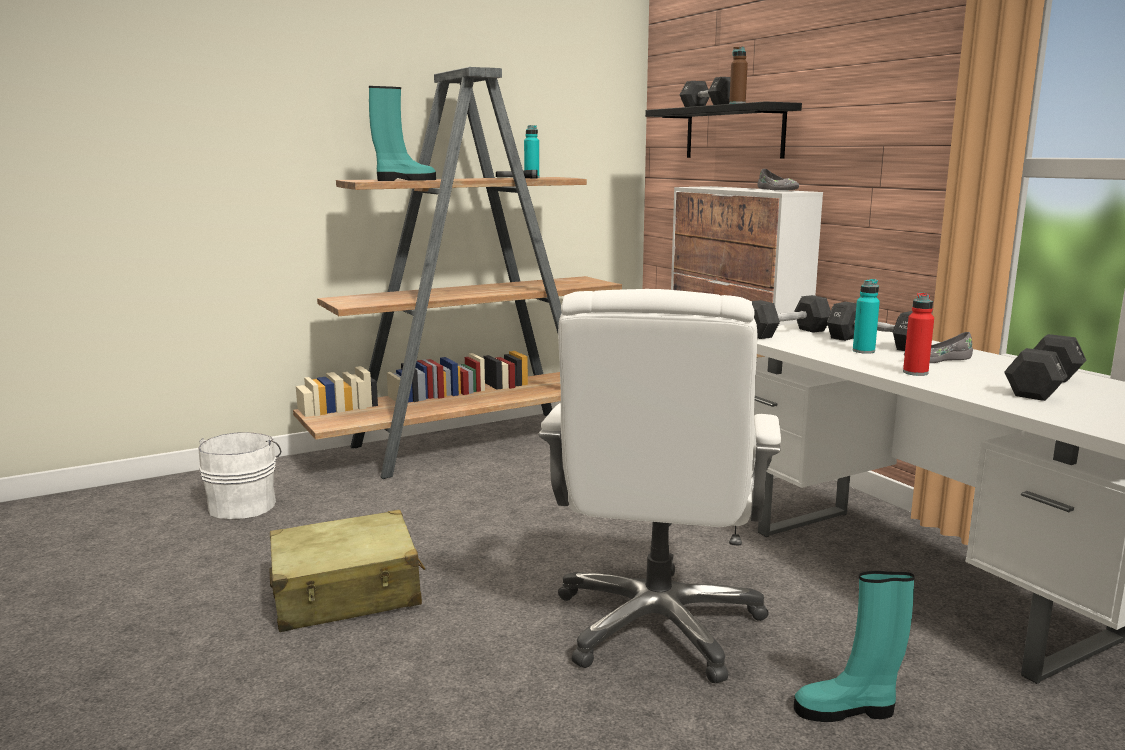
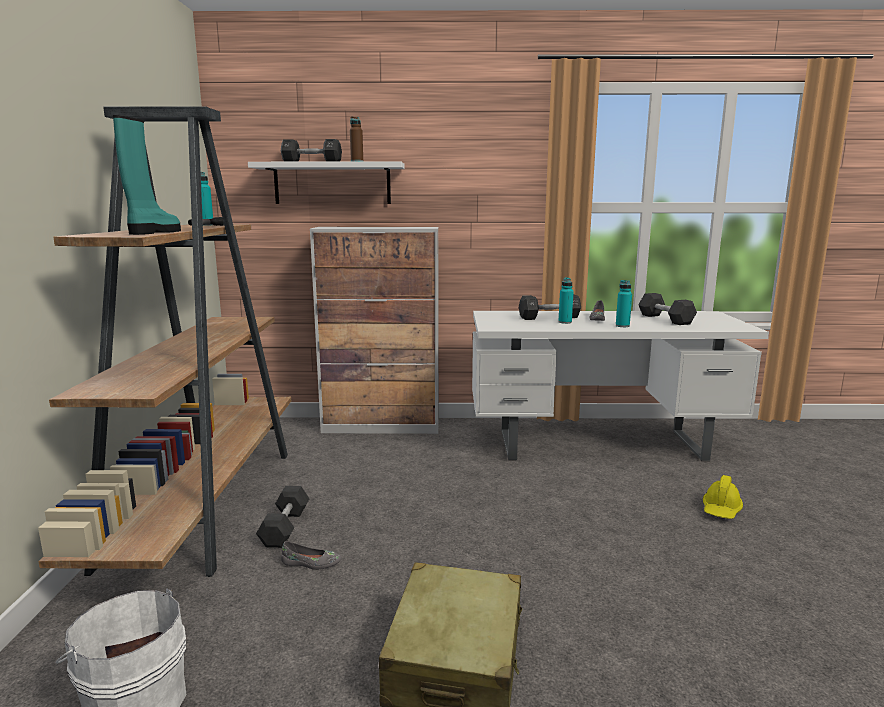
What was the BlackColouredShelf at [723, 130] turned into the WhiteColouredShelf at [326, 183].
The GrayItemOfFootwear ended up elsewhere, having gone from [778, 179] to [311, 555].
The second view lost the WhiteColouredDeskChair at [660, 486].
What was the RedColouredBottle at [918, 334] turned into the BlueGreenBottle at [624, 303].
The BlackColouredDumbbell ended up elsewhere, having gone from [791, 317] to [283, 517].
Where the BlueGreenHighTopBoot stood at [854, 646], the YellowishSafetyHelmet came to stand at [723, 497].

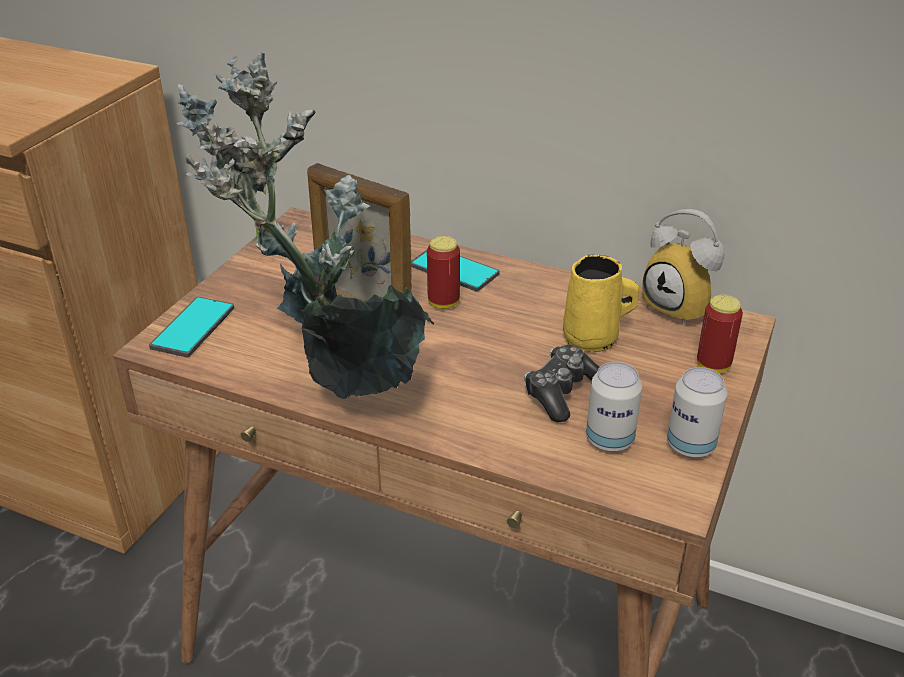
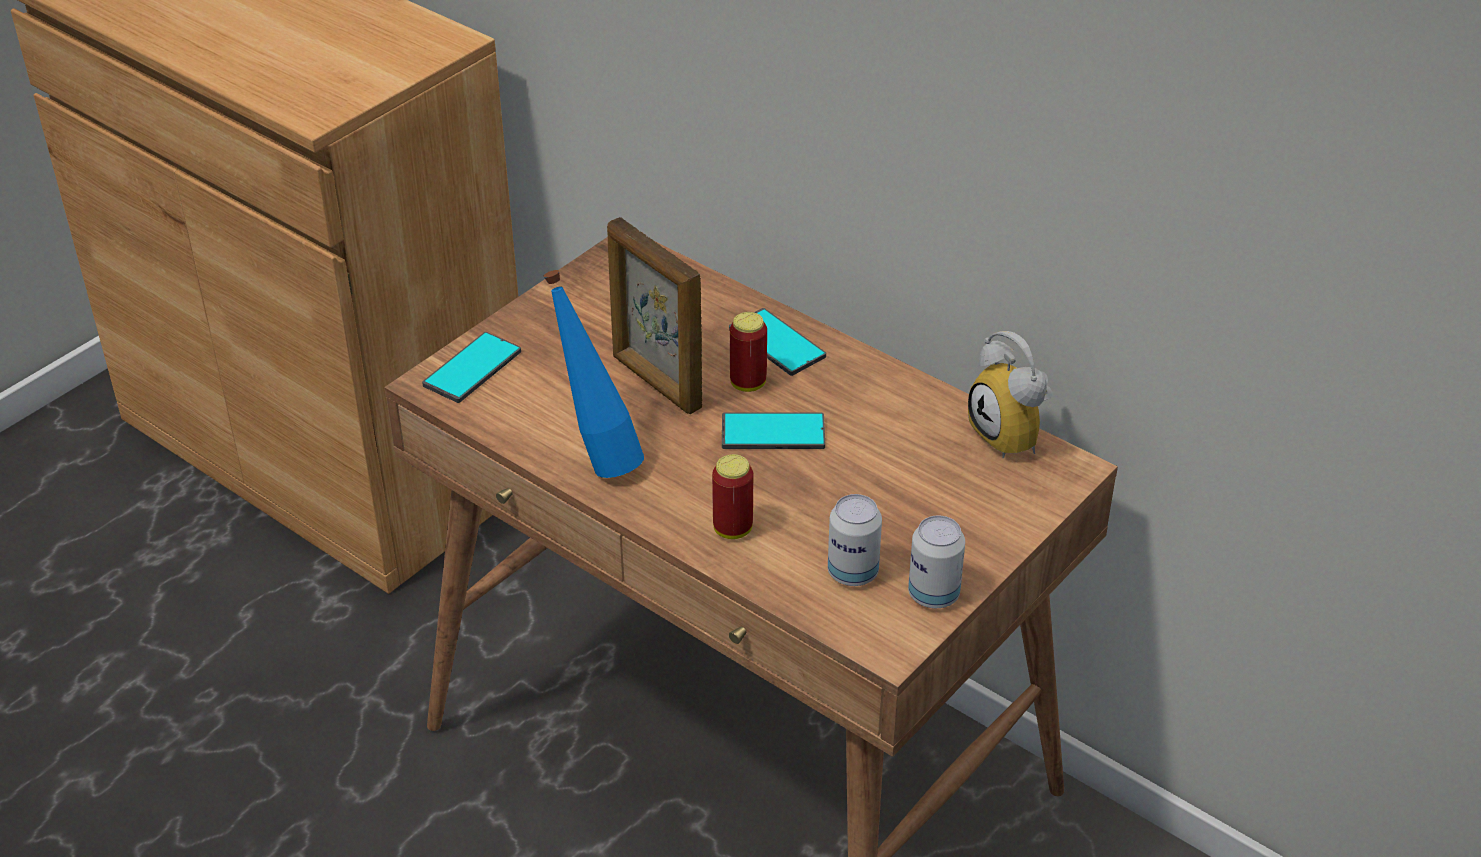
Where the PlantInAPot stood at [305, 225], the BlueColouredBottle came to stand at [594, 374].
The second view lost the YellowishCoffeeMug at [601, 303].
The Can ended up elsewhere, having gone from [720, 334] to [732, 496].
The second view lost the Gamepad at [561, 383].
The second view gained the Phone at [773, 431].

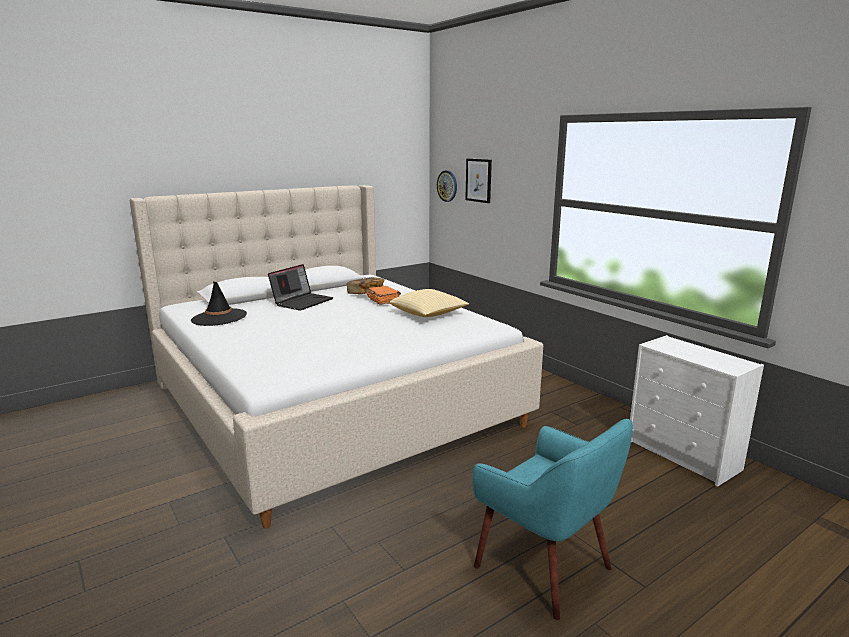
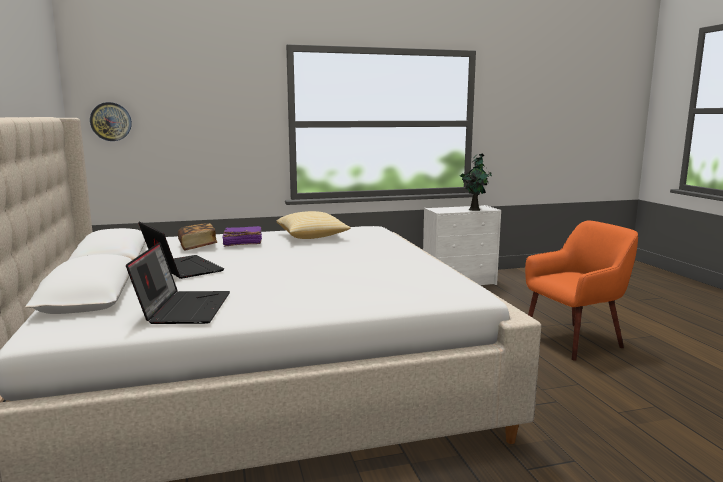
The second view lost the WallPicture at [478, 180].
Where the BlackColouredClothingHat stood at [219, 303], the Laptop came to stand at [178, 283].
What was the OrangeColouredBoundBook at [384, 295] turned into the PurplishBoundBook at [242, 236].
What was the BlueGreenEasyChair at [552, 519] turned into the OrangeColouredEasyChair at [581, 291].
The second view gained the PlantInAPot at [476, 182].

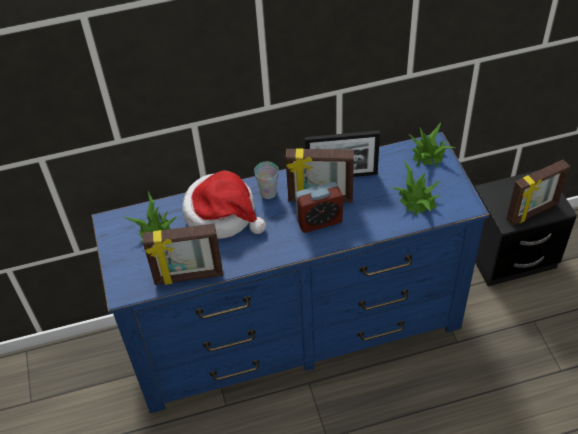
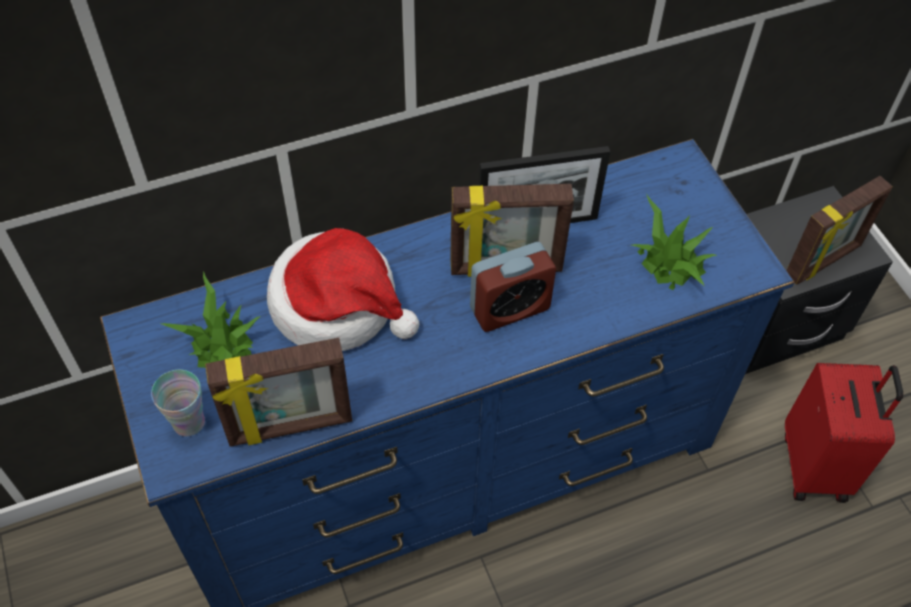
The second view lost the PlantInAPot at [432, 145].
The Cup ended up elsewhere, having gone from [266, 180] to [178, 403].
The second view gained the RedColouredPieceOfLuggage at [844, 433].

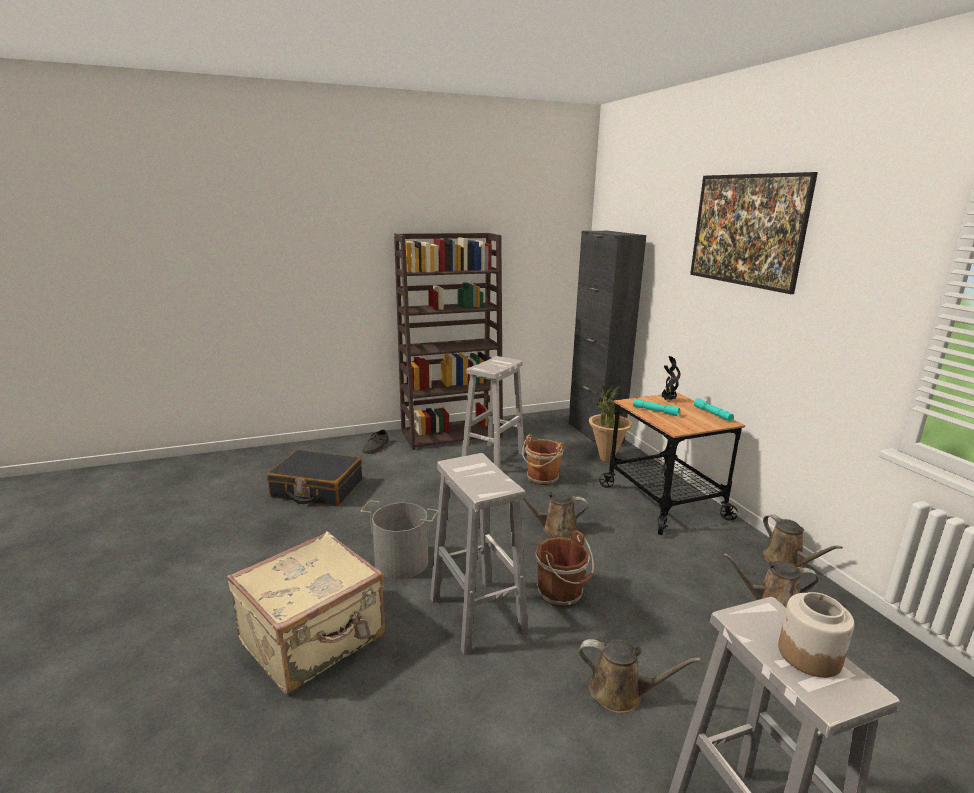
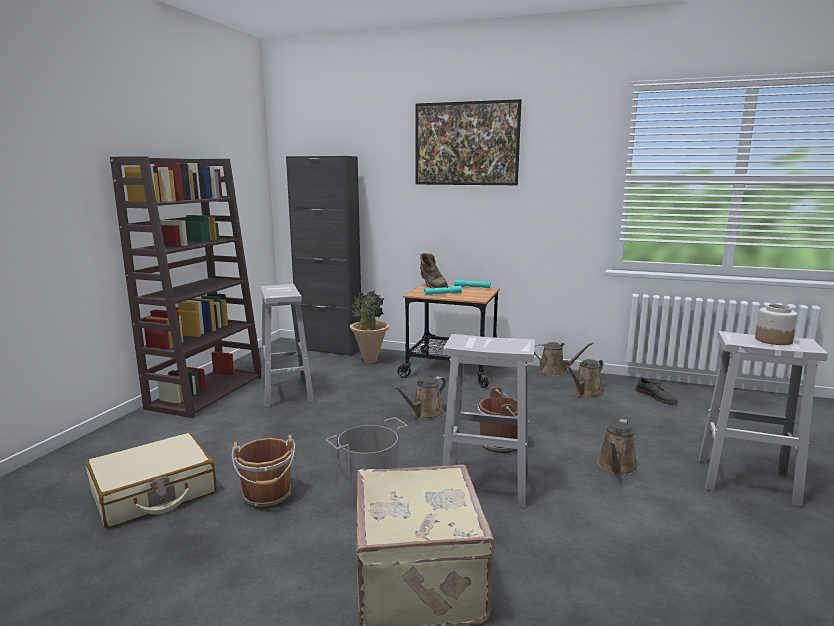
Where the PlantInAPot stood at [671, 378], the BrownHighTopBoot came to stand at [434, 271].
The GrayItemOfFootwear ended up elsewhere, having gone from [376, 441] to [656, 391].
The BrownPail ended up elsewhere, having gone from [543, 459] to [263, 472].
What was the BlackColouredPieceOfLuggage at [314, 478] turned into the BeigePieceOfLuggage at [151, 480].
The BrownSprinklingCan at [640, 676] ended up facing another way, 150 degrees clockwise from before.

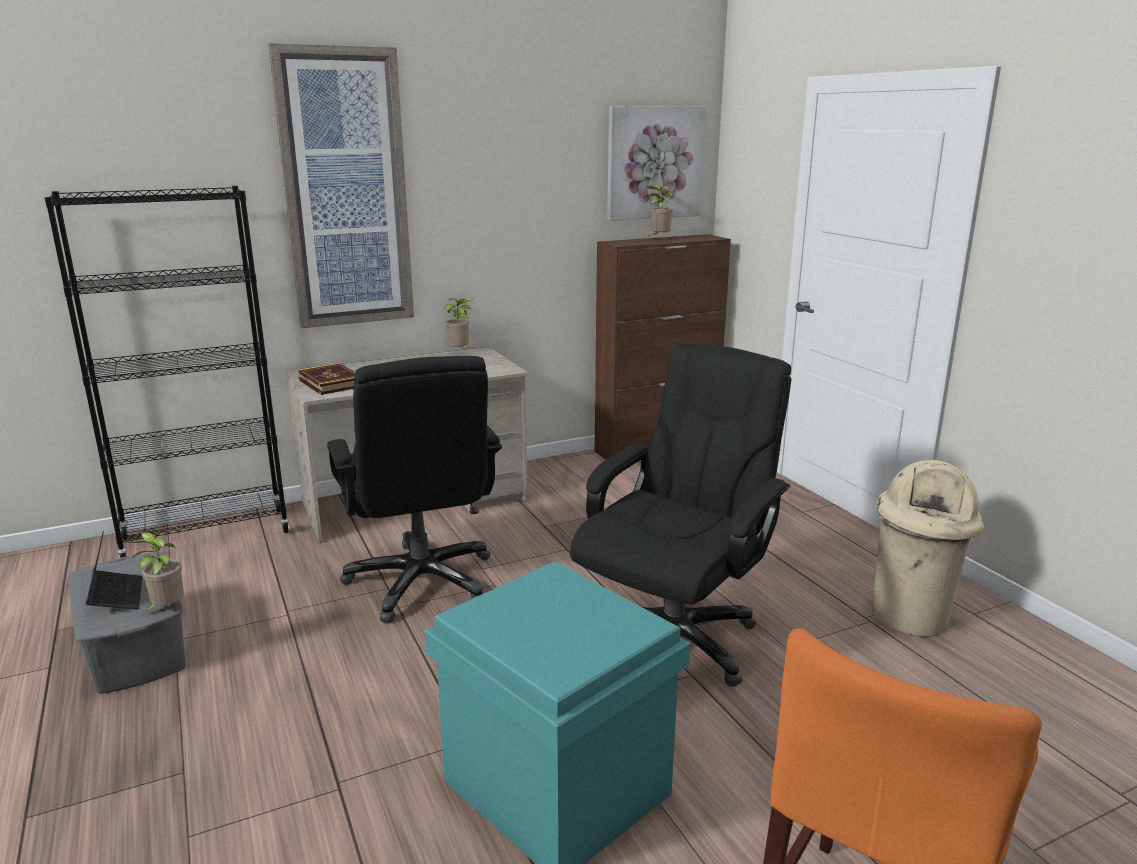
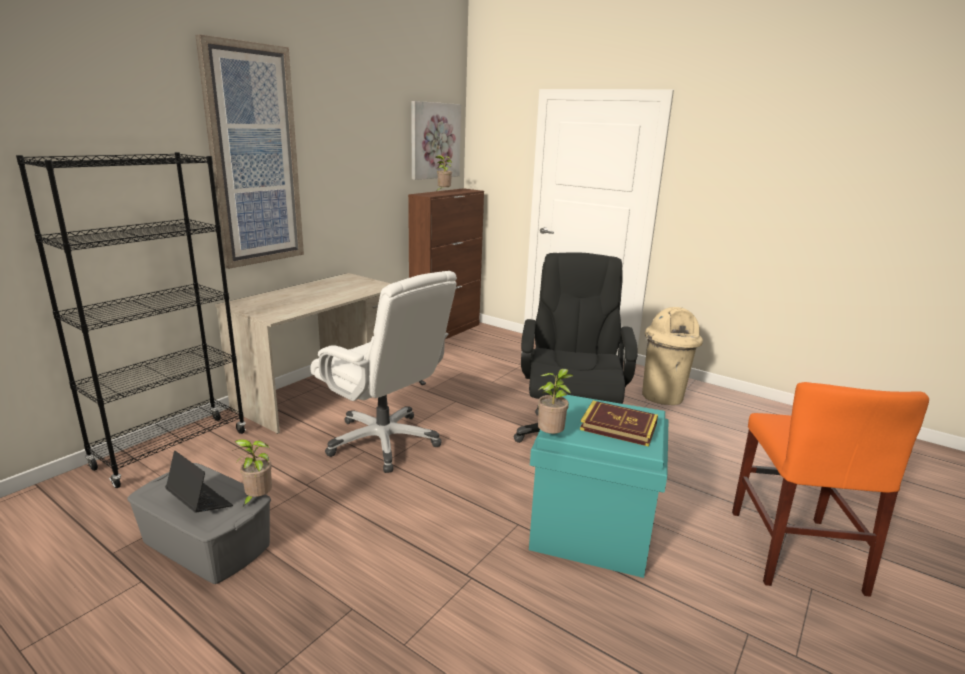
The PlantInAPot ended up elsewhere, having gone from [458, 323] to [555, 401].
What was the BlackColouredDeskChair at [414, 489] turned into the WhiteColouredDeskChair at [383, 372].
The BoundBook ended up elsewhere, having gone from [326, 379] to [619, 424].

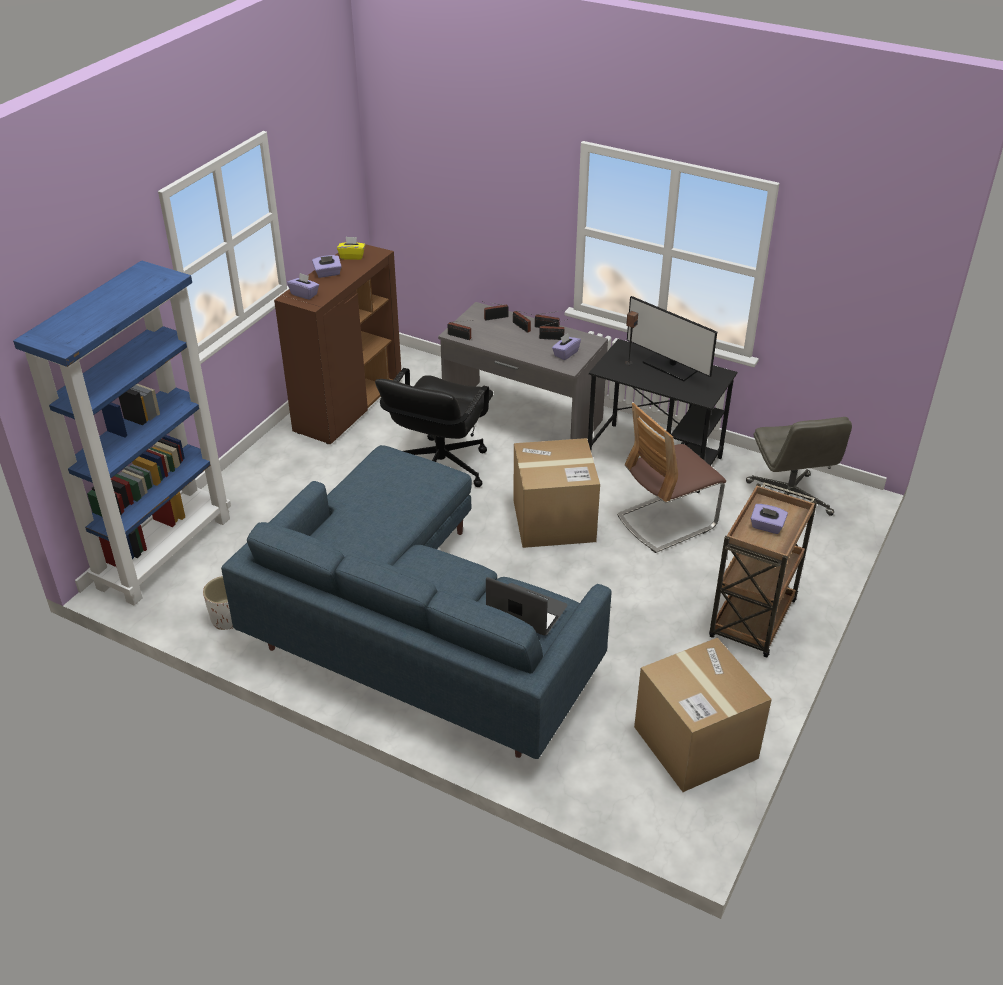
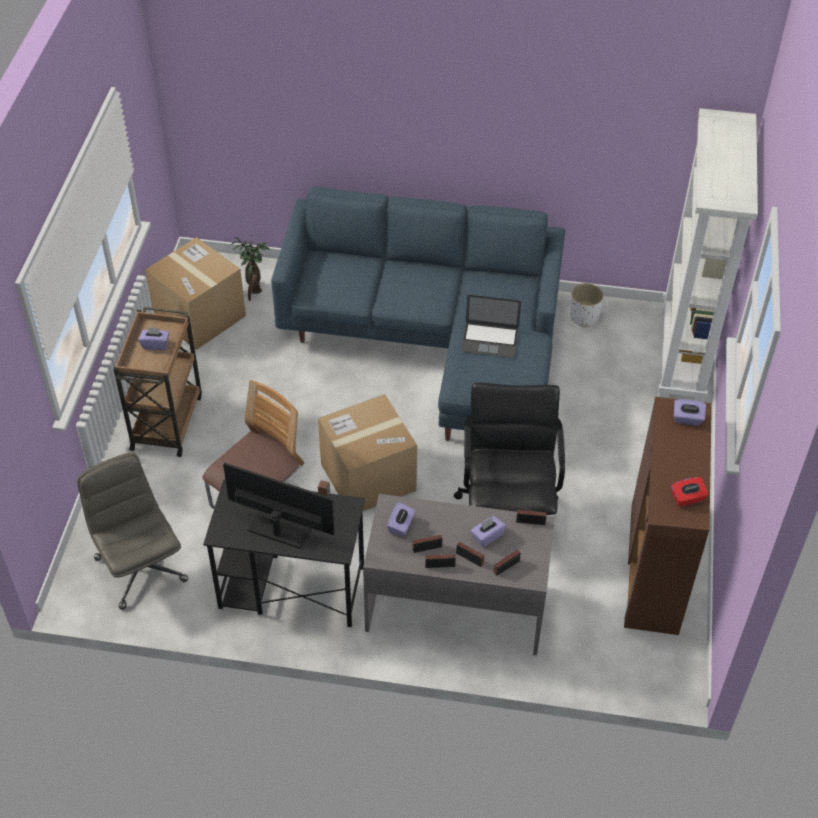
What was the YellowishTissueHolder at [351, 248] turned into the RedColouredTissueHolder at [689, 492].
The PurplishTissueHolder ended up elsewhere, having gone from [327, 266] to [488, 531].
What was the BlueColouredBookshelf at [122, 433] turned into the WhiteColouredBookshelf at [708, 255].
The Laptop ended up elsewhere, having gone from [526, 606] to [491, 326].
The second view gained the PlantInAPot at [250, 269].

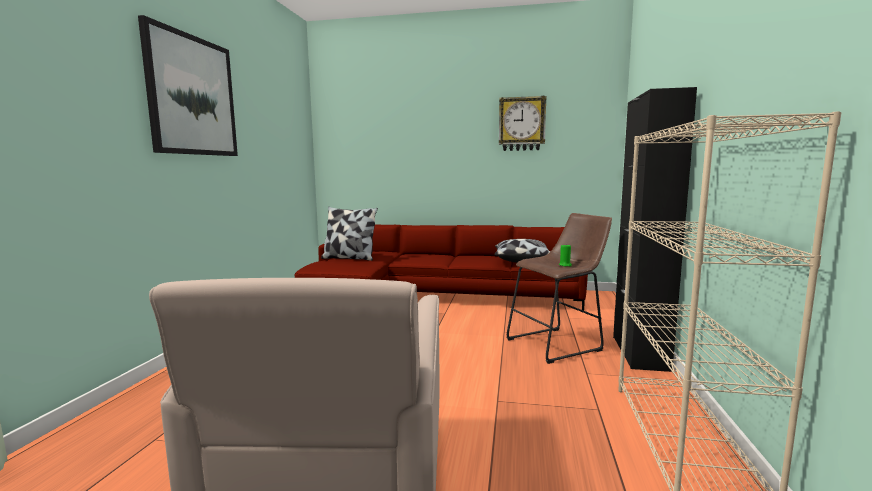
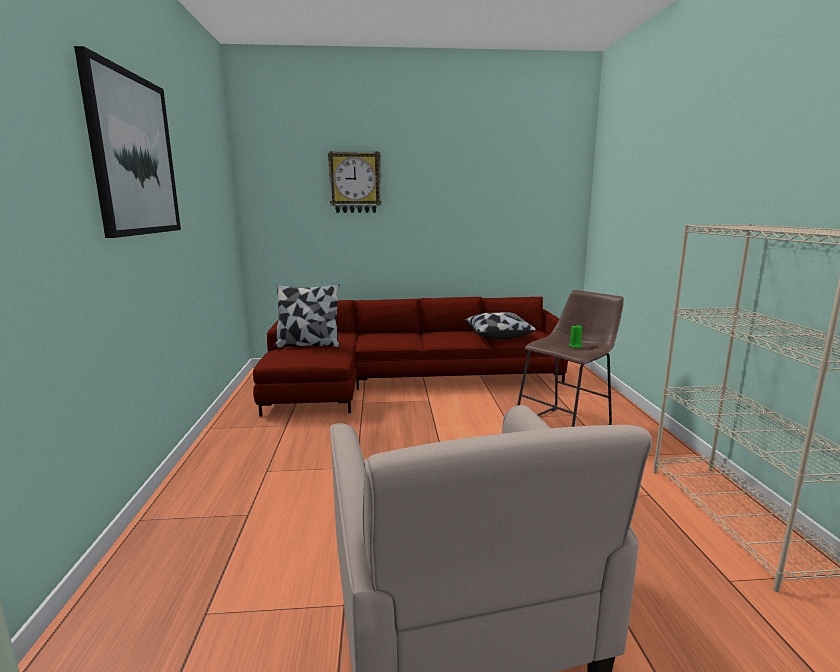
The second view lost the BlackColouredCupboard at [655, 229].
The HangingClock ended up elsewhere, having gone from [523, 123] to [355, 182].

